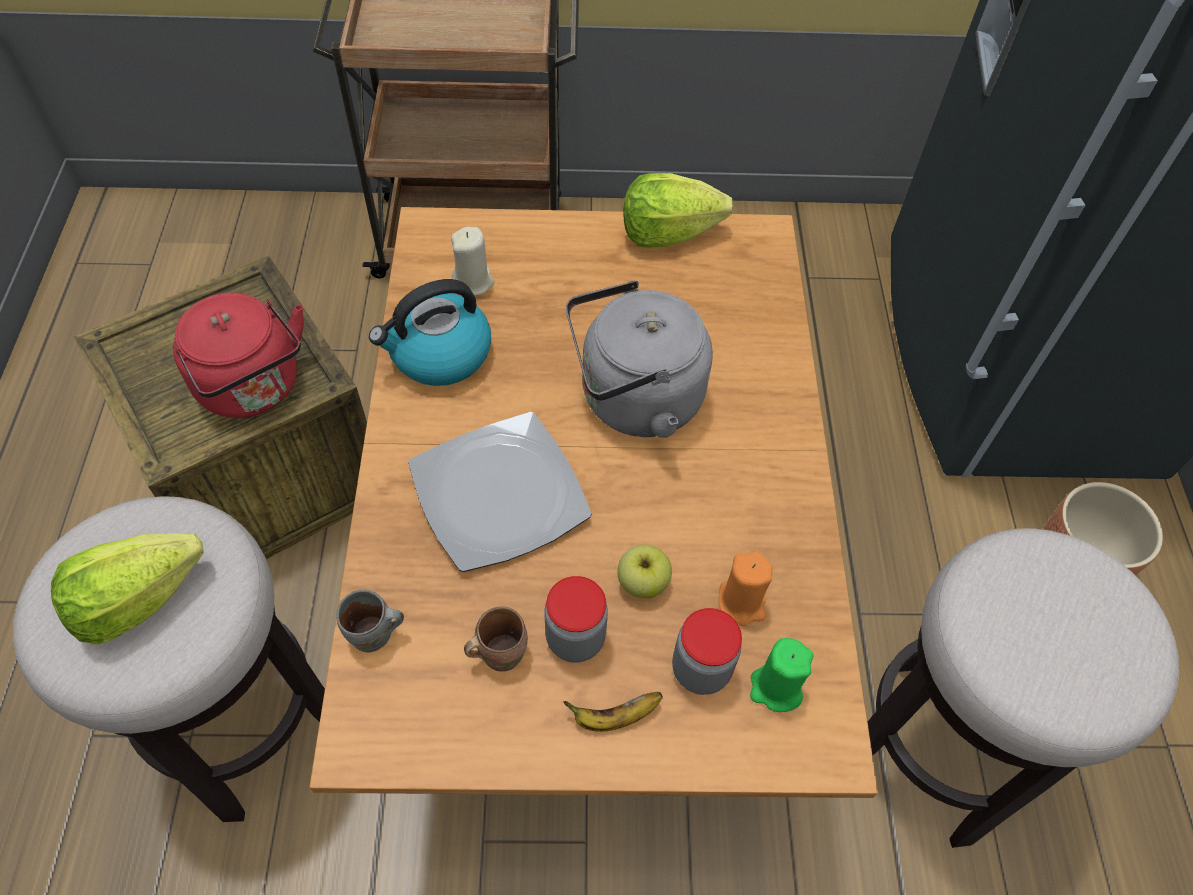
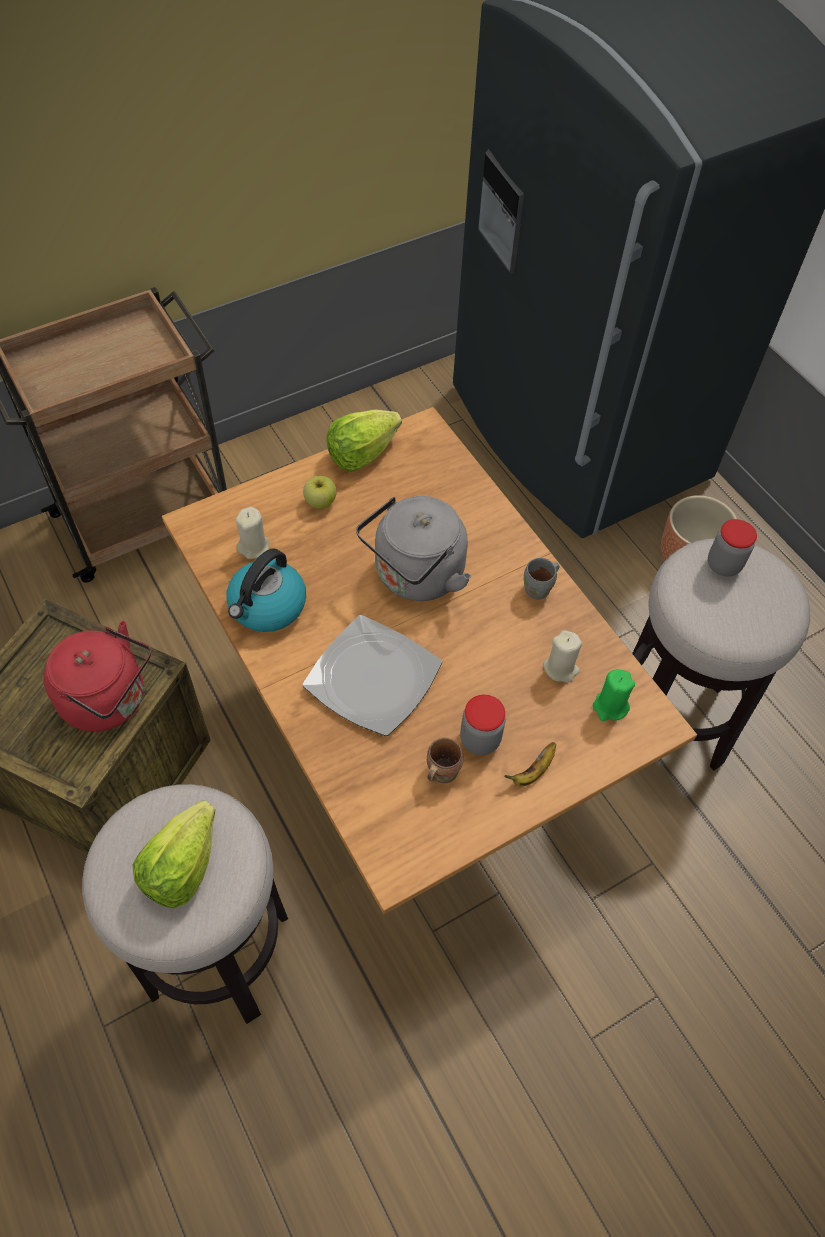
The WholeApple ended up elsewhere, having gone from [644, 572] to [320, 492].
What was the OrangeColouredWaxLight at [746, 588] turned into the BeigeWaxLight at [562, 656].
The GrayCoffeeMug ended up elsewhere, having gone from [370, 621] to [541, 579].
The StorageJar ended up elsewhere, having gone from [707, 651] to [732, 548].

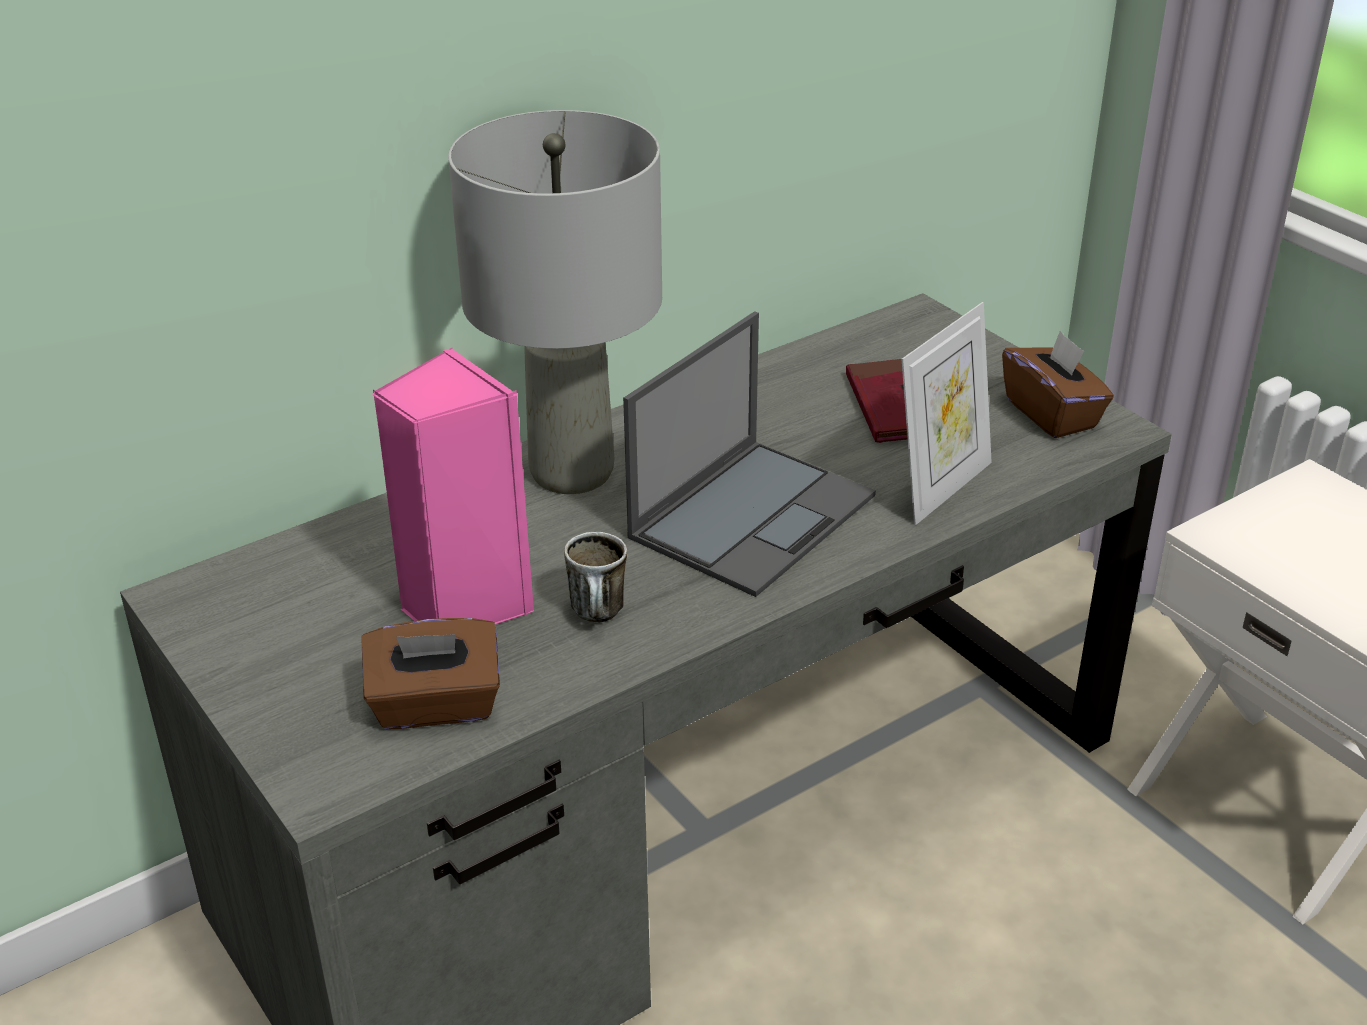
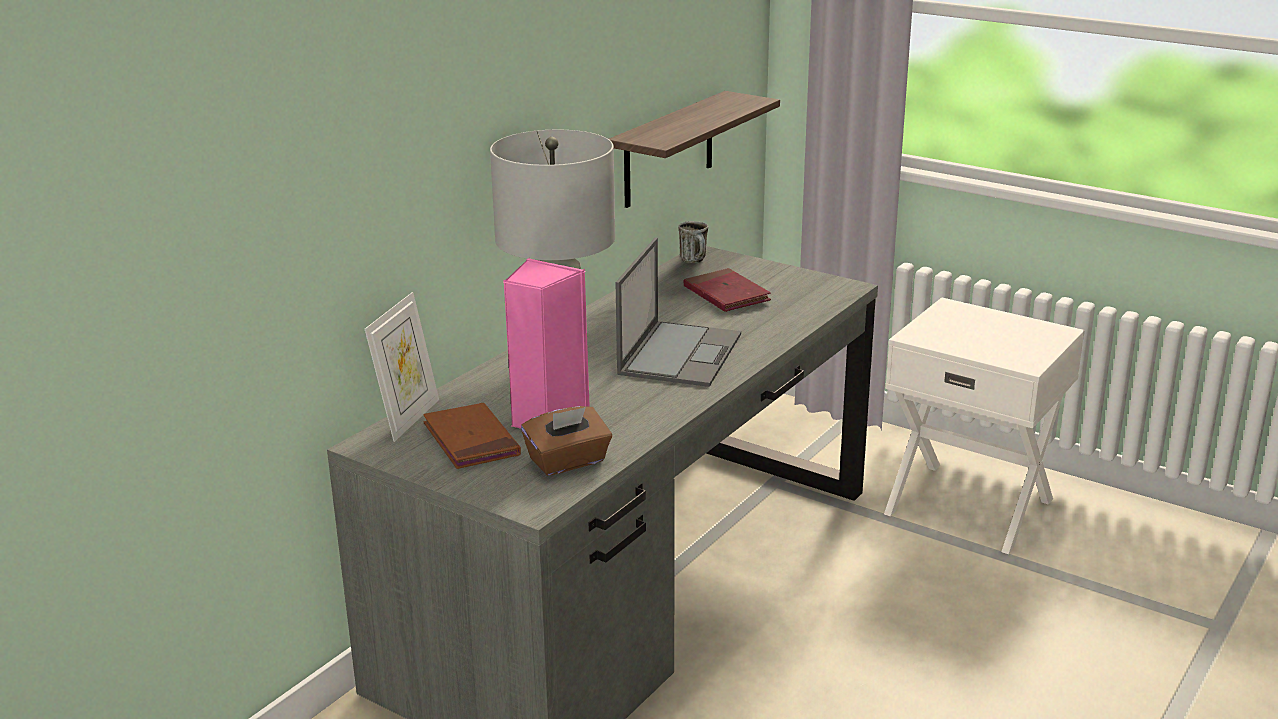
The PhotoFrame ended up elsewhere, having gone from [947, 413] to [402, 367].
The second view lost the BrownTissueHolder at [1058, 384].
The CoffeeMug ended up elsewhere, having gone from [595, 577] to [693, 242].
The second view gained the Shelf at [694, 149].
The second view gained the BrownBoundBook at [472, 436].

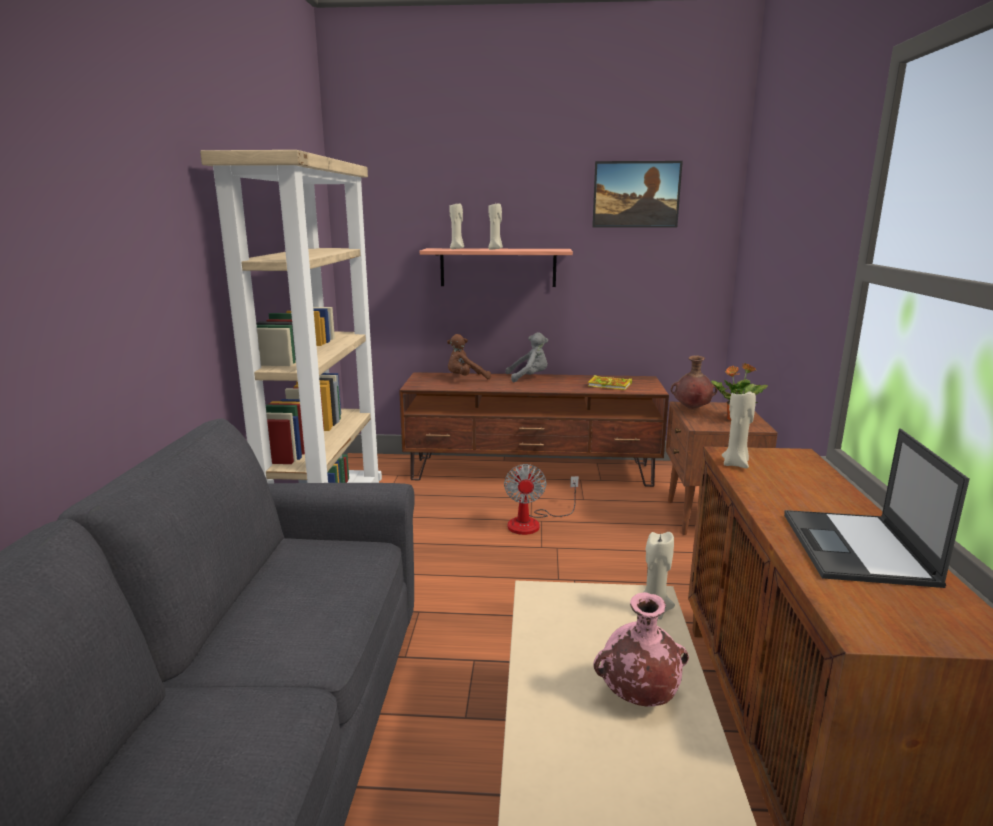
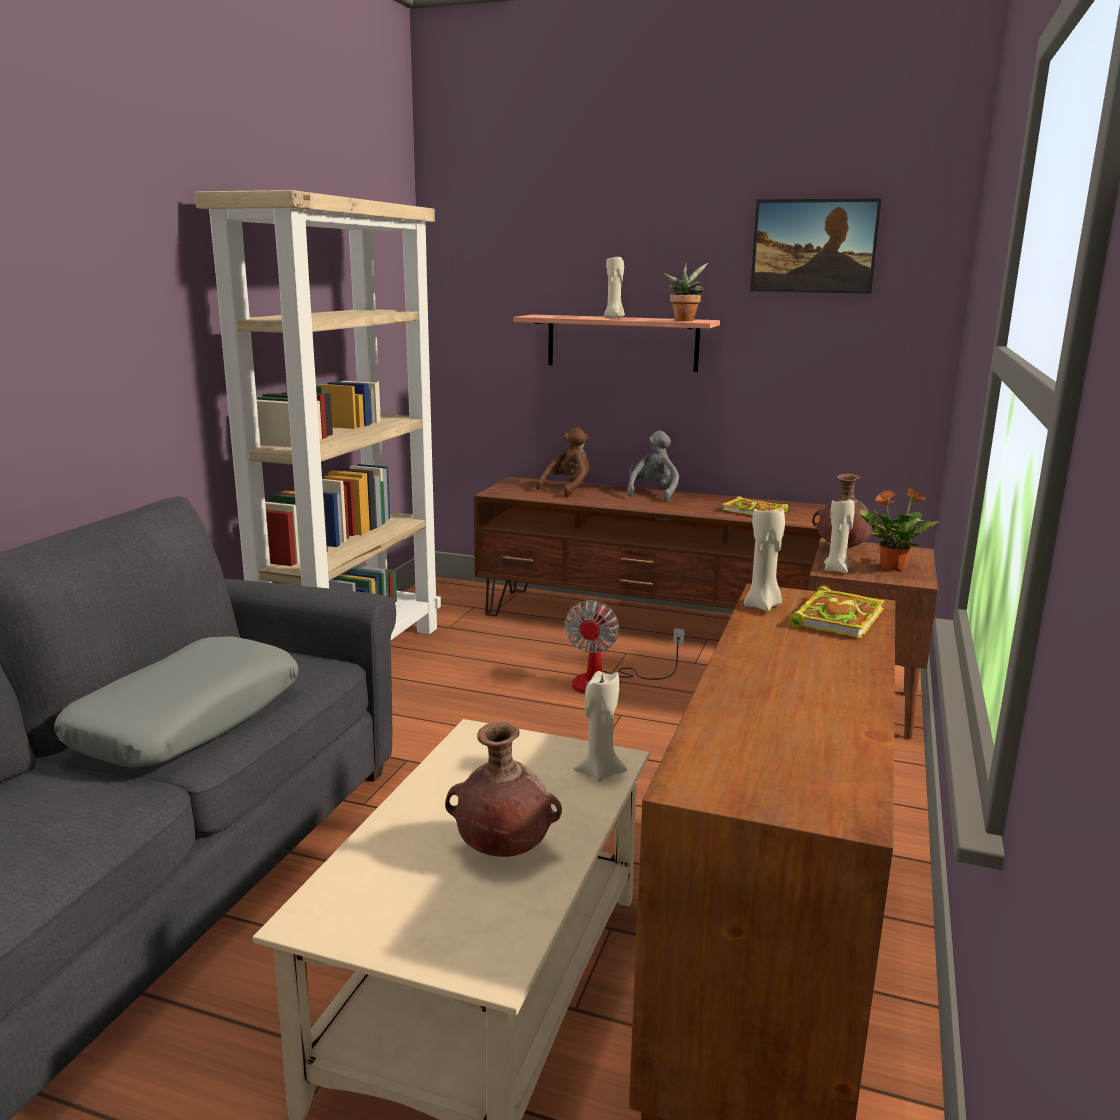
The BeigeWaxLight ended up elsewhere, having gone from [456, 226] to [839, 535].
The GrayCuddlyToy at [526, 357] ended up facing another way, 75 degrees counterclockwise from before.
The BrownCuddlyToy at [469, 356] ended up facing another way, 135 degrees clockwise from before.
The second view lost the Laptop at [877, 508].
What was the PinkishVase at [641, 649] turned into the BrownVase at [503, 789].
The second view gained the PlantInAPot at [686, 292].
The second view gained the BoundBook at [837, 611].
The second view gained the GrayCushion at [176, 702].

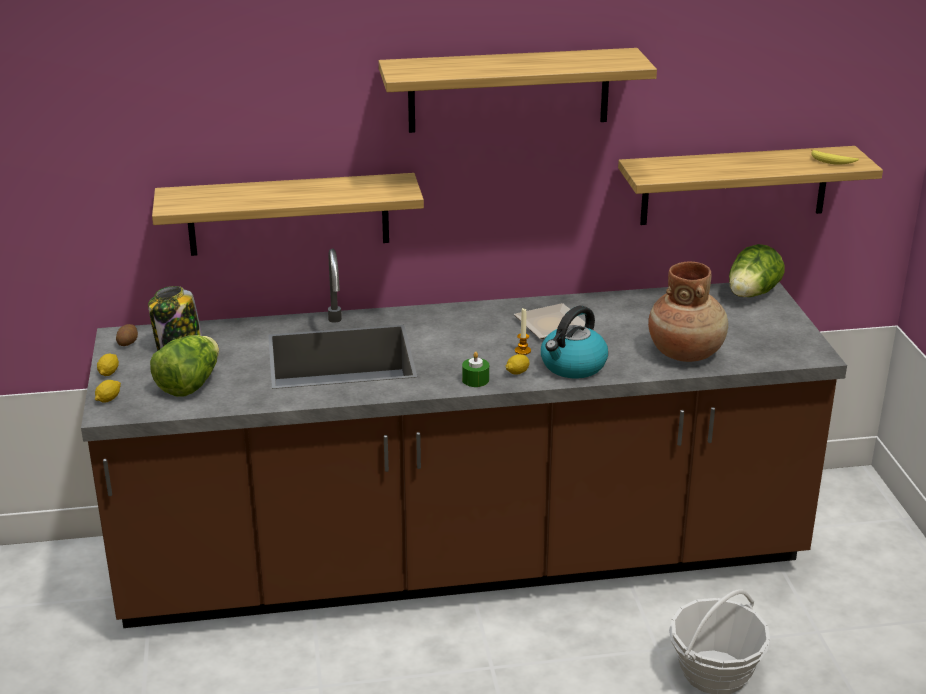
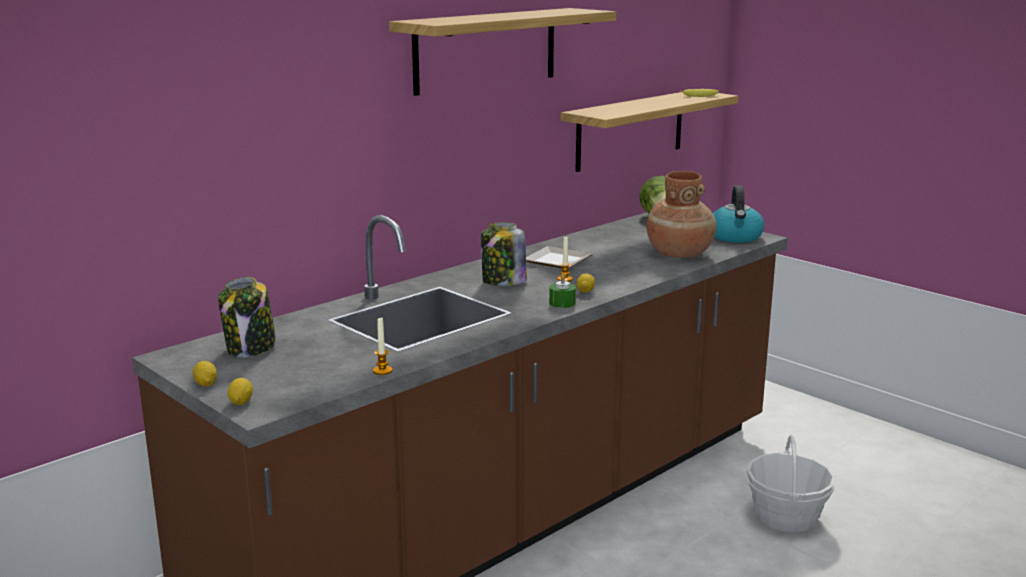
The second view lost the Shelf at [288, 214].
The Kettle ended up elsewhere, having gone from [574, 342] to [738, 214].
The second view lost the WholePotato at [127, 335].
The second view lost the HeadOfLettuce at [184, 366].
The second view gained the StorageJar at [504, 254].
The second view gained the WaxLight at [382, 346].

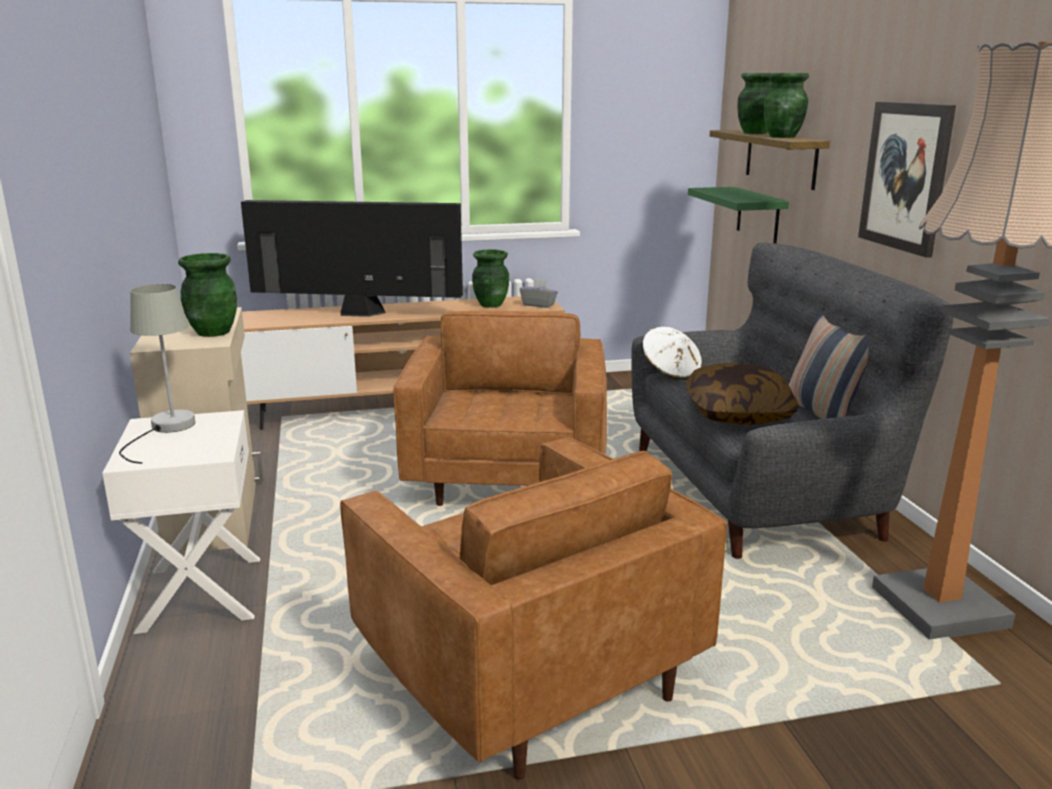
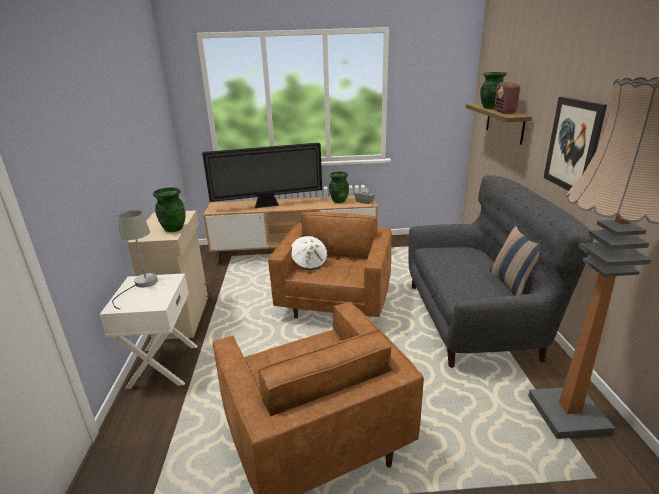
Where the GreenVase stood at [786, 105], the Radio came to stand at [508, 97].
The second view lost the GreenShelf at [738, 215].
The TvSet at [352, 258] ended up facing another way, 150 degrees clockwise from before.
The WhiteColouredClothingHat ended up elsewhere, having gone from [672, 353] to [309, 253].
The second view lost the Cushion at [742, 394].

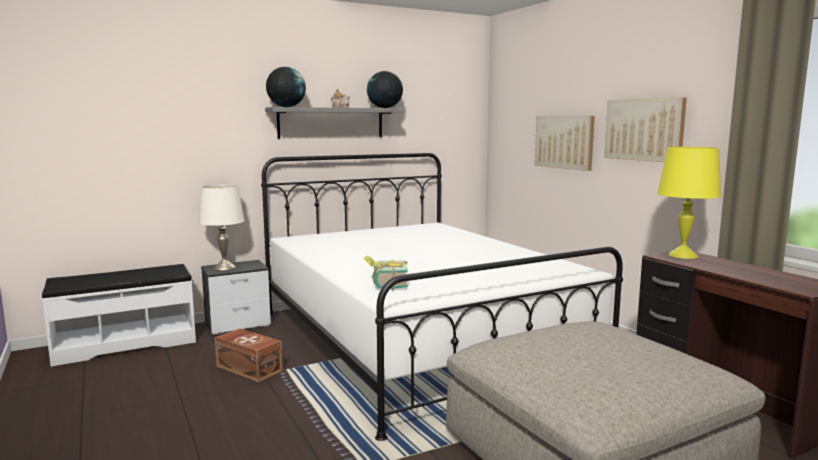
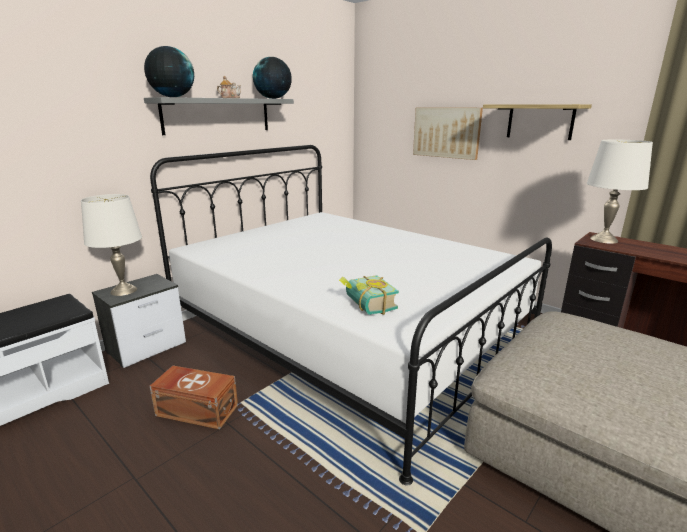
Where the WallPicture hung at [645, 129], the Shelf came to hang at [537, 122].
What was the YellowishTableLamp at [689, 203] turned into the WhiteColouredTableLamp at [620, 192].

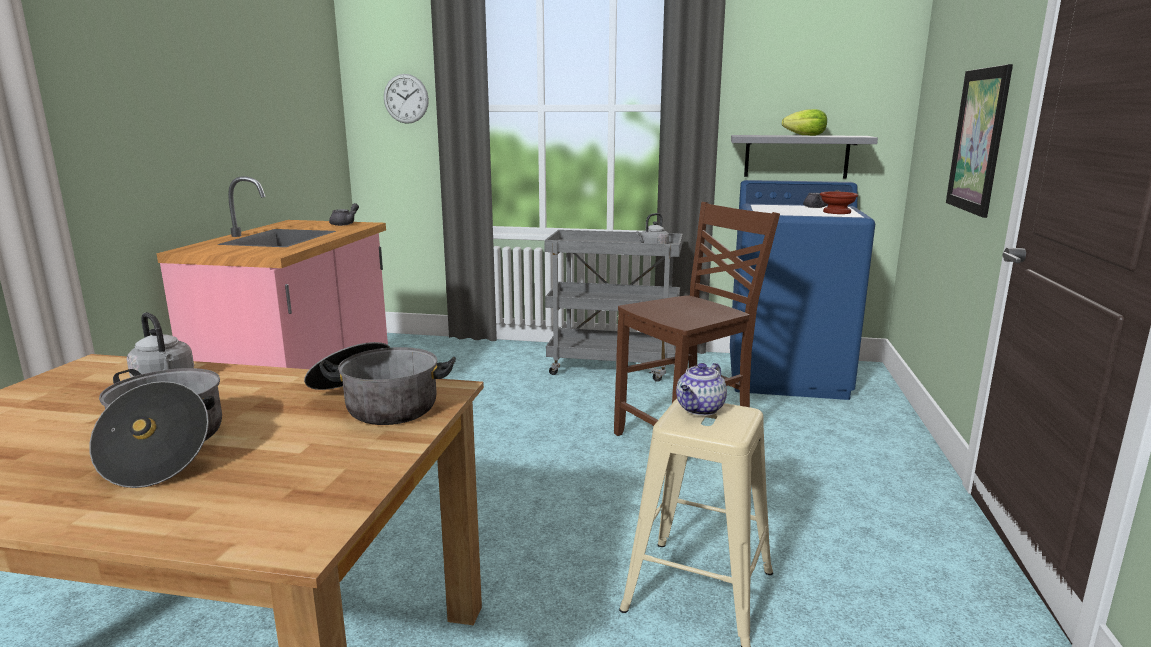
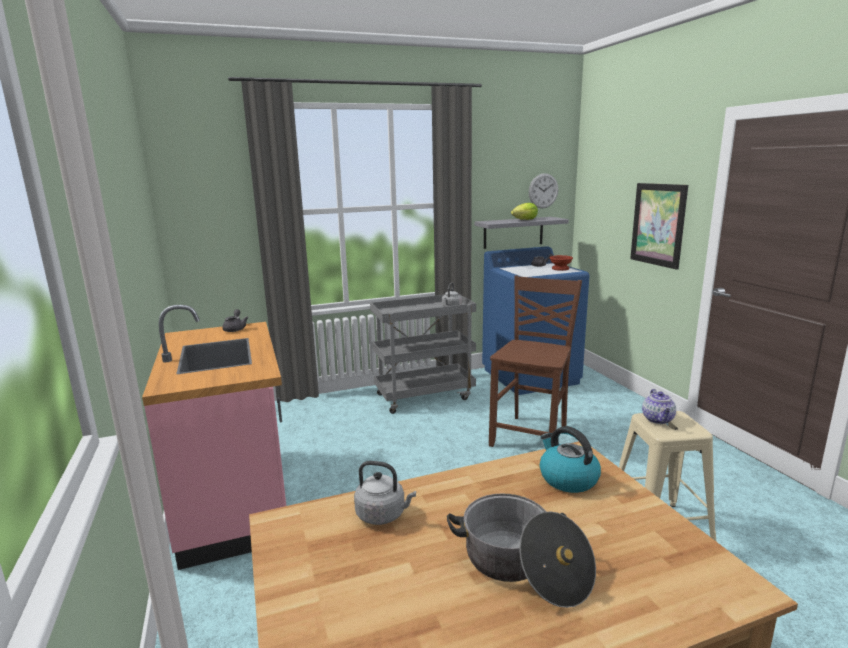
The HangingClock ended up elsewhere, having gone from [406, 99] to [543, 190].
Where the CookingPot stood at [380, 383], the Kettle came to stand at [570, 459].

